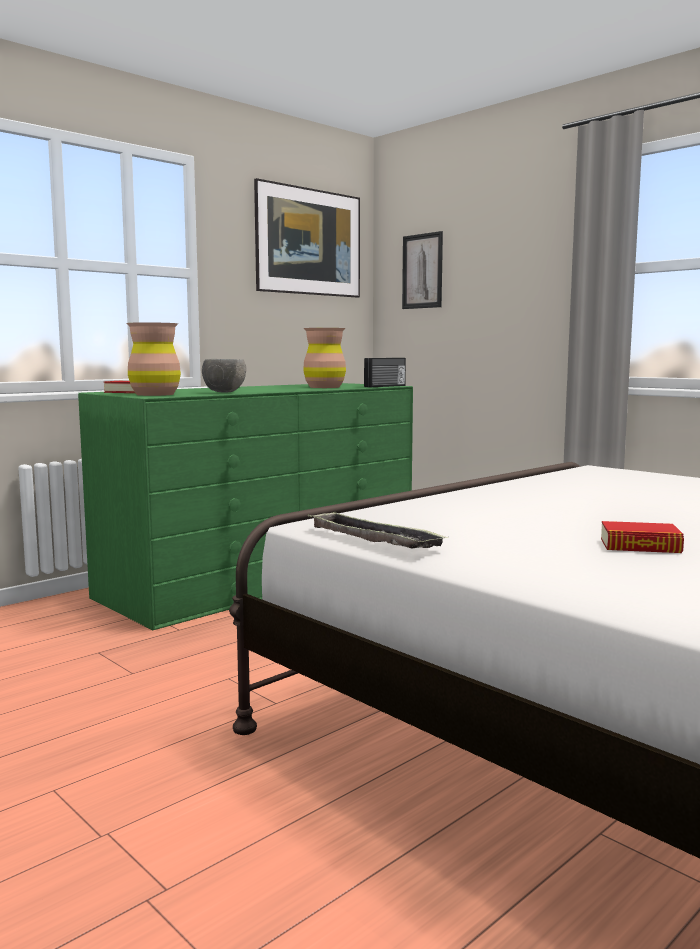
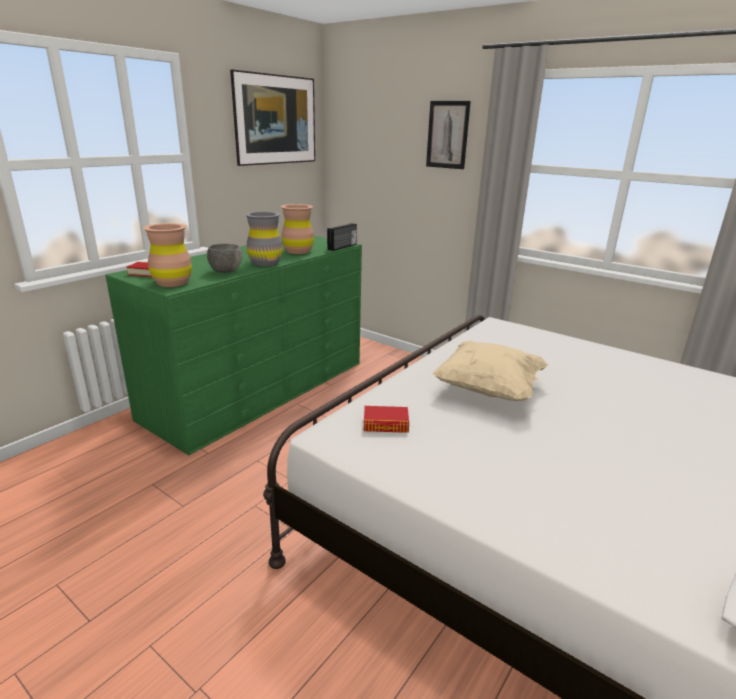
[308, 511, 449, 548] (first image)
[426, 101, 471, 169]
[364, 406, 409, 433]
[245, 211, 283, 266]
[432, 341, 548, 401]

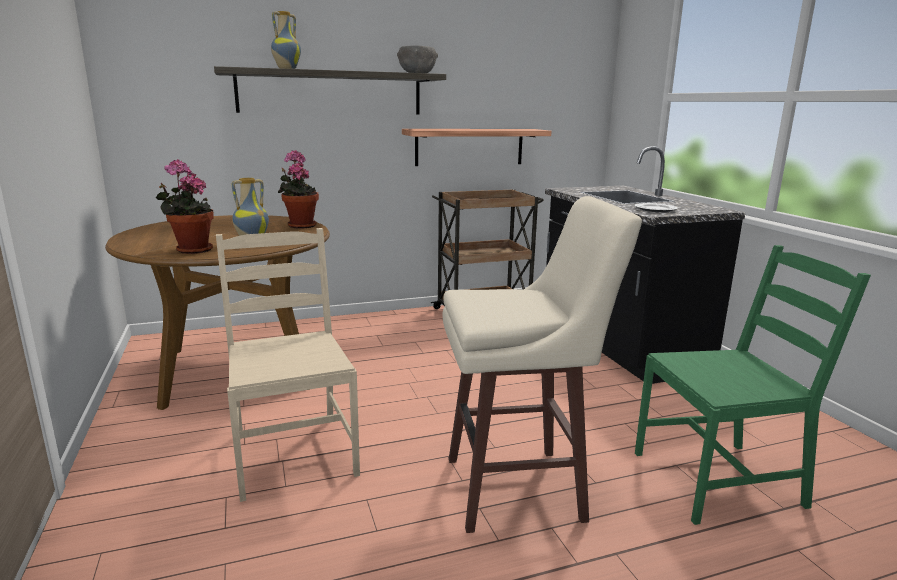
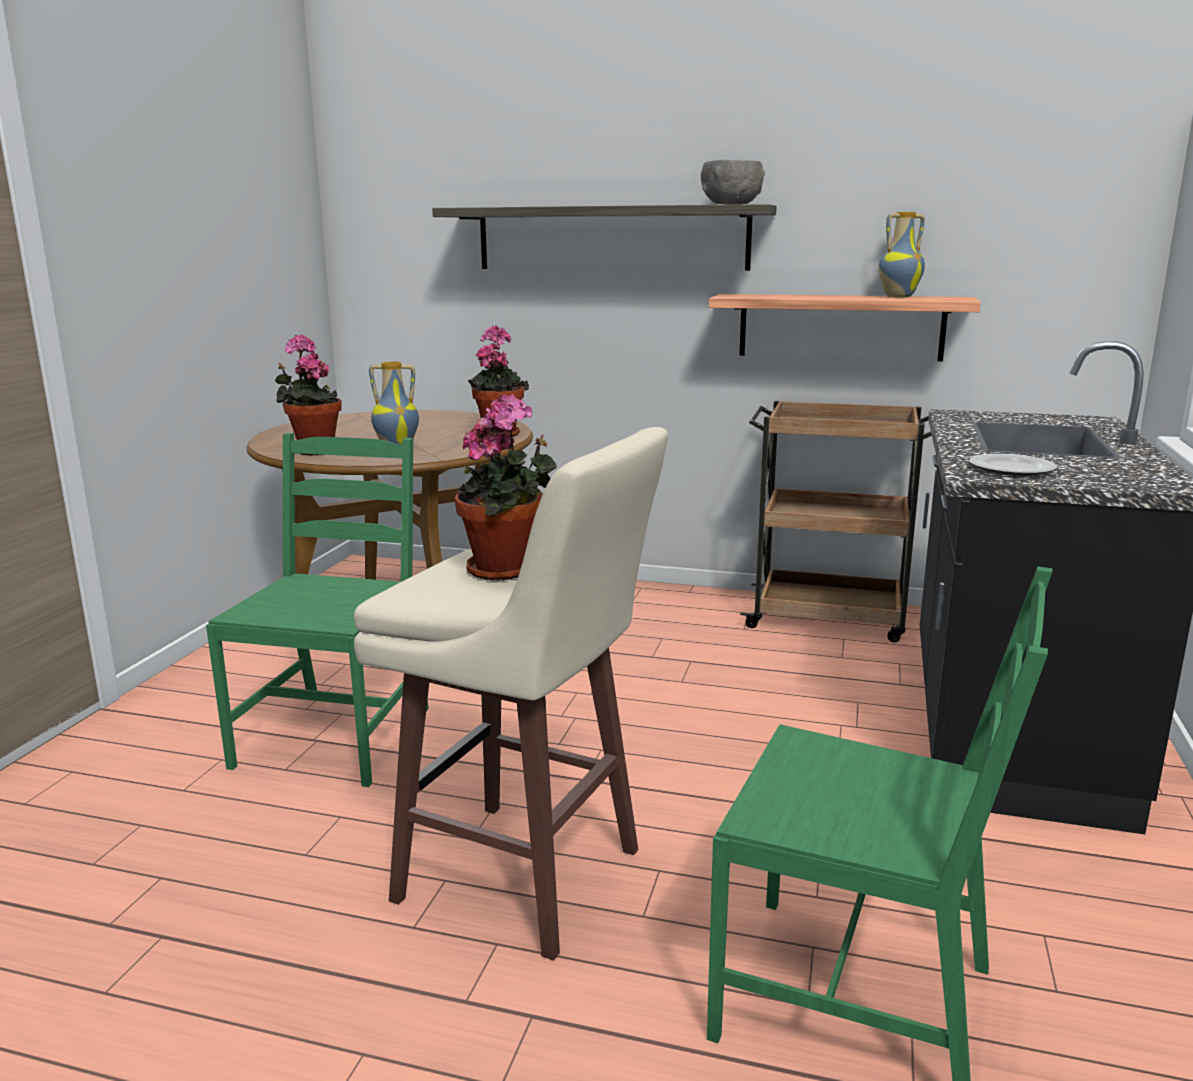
[206, 433, 429, 787]
[878, 212, 925, 297]
[455, 394, 557, 581]

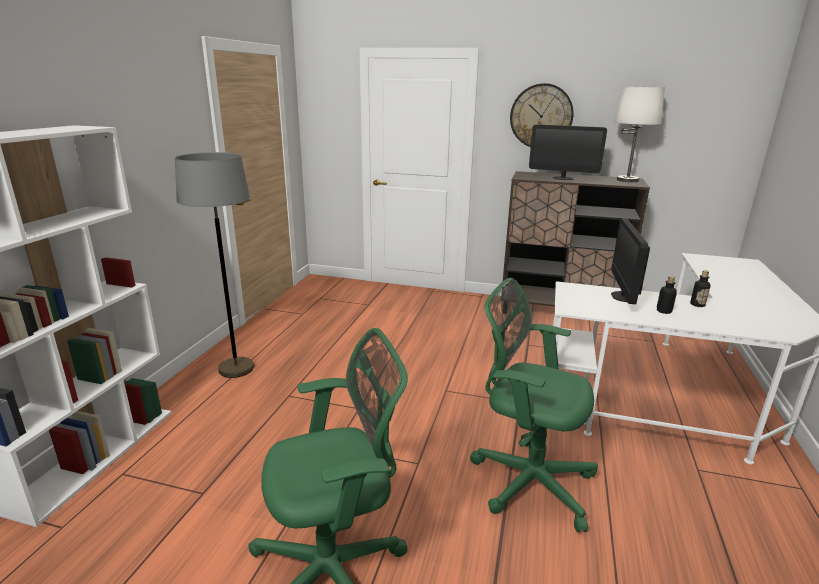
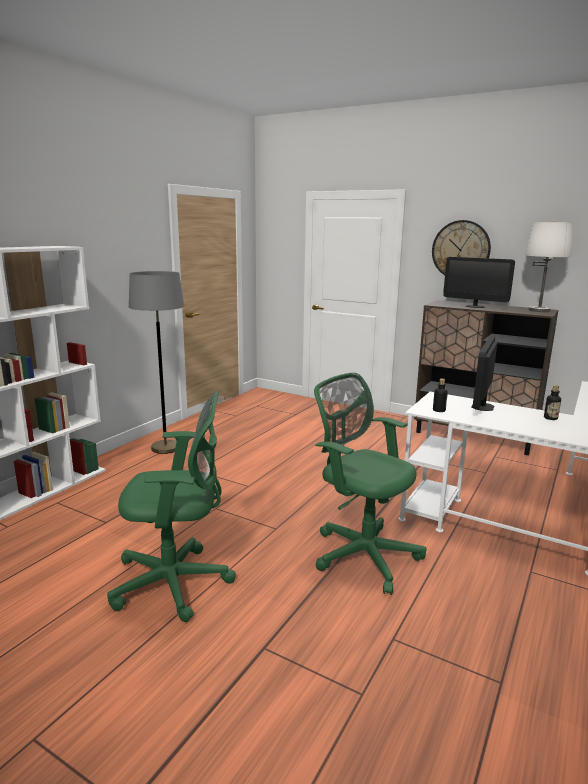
[433, 378, 448, 412]

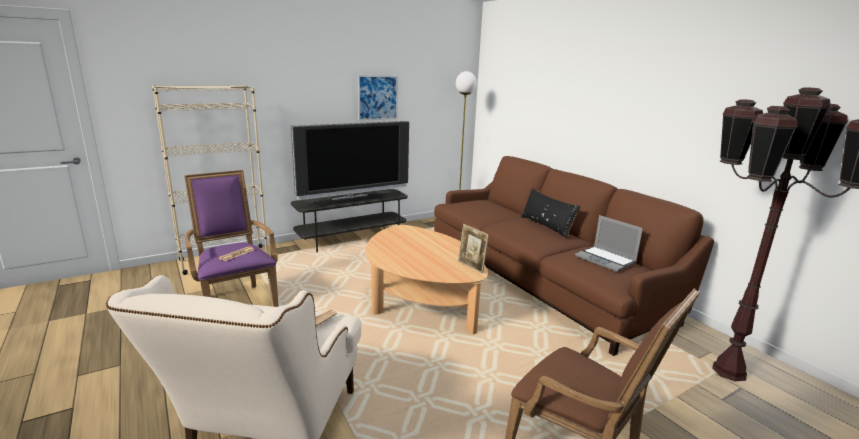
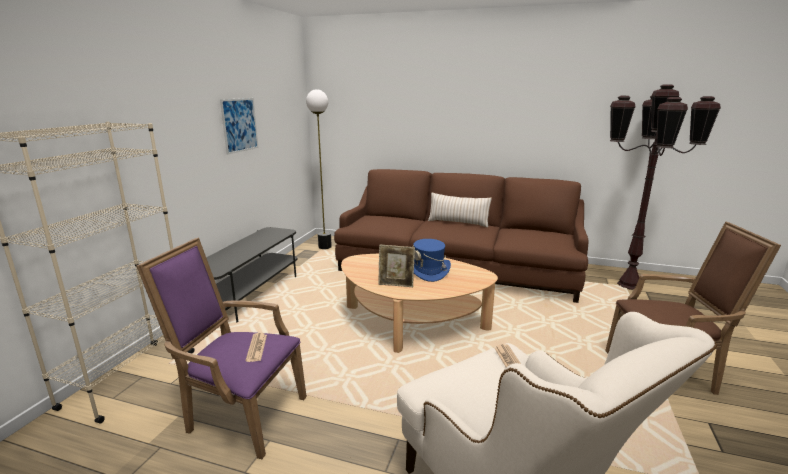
[291, 121, 409, 208] (first image)
[378, 244, 415, 287]
[428, 192, 492, 228]
[575, 215, 643, 272] (first image)
[413, 239, 451, 282]

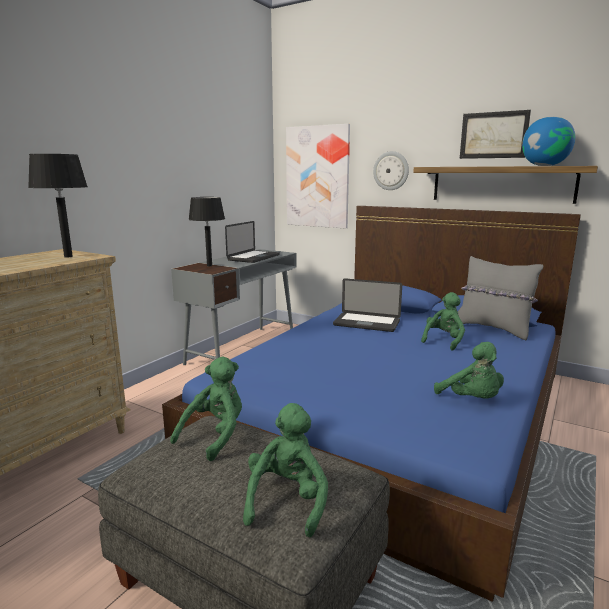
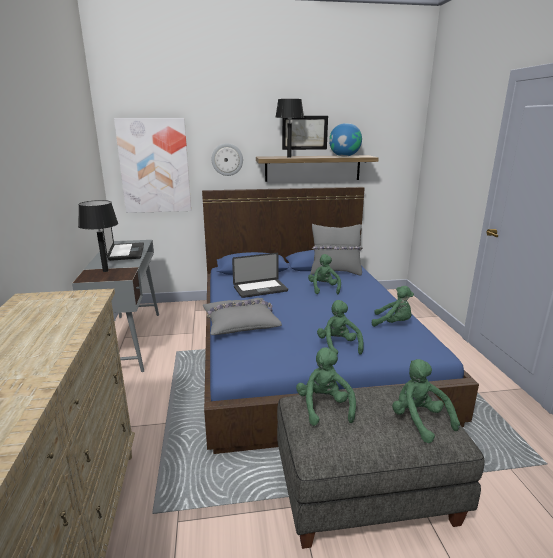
[275, 99, 304, 158]
[203, 298, 282, 335]
[317, 300, 363, 355]

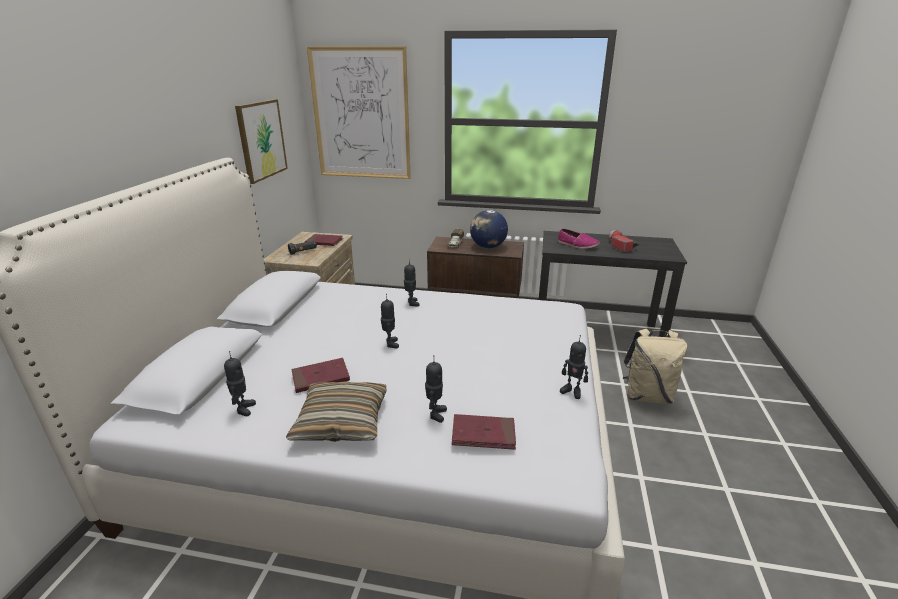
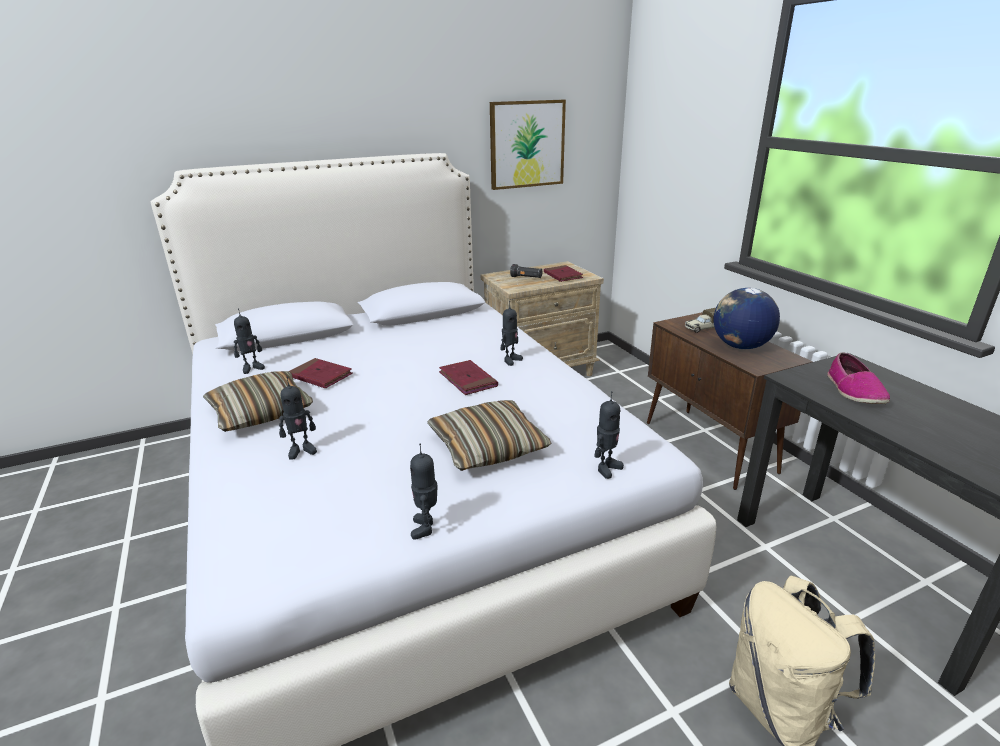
[307, 46, 411, 179] (first image)
[594, 391, 624, 479]
[439, 360, 498, 395]
[609, 230, 639, 252] (first image)
[427, 400, 551, 471]

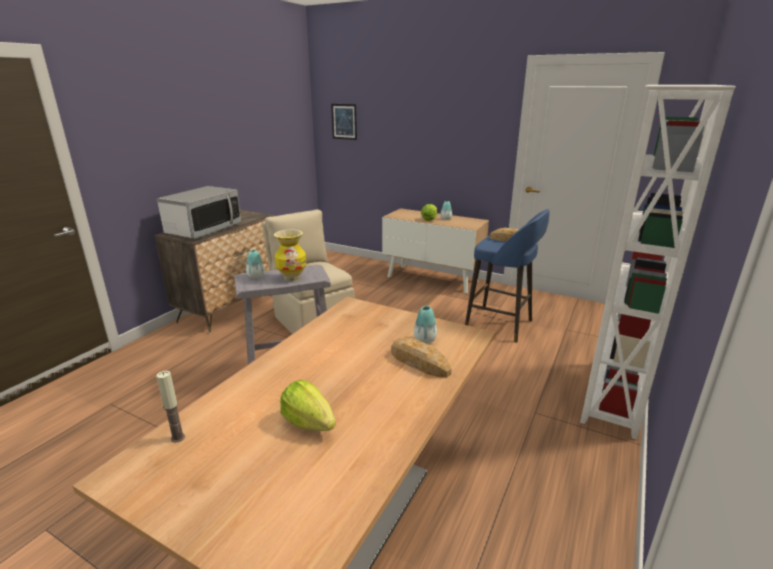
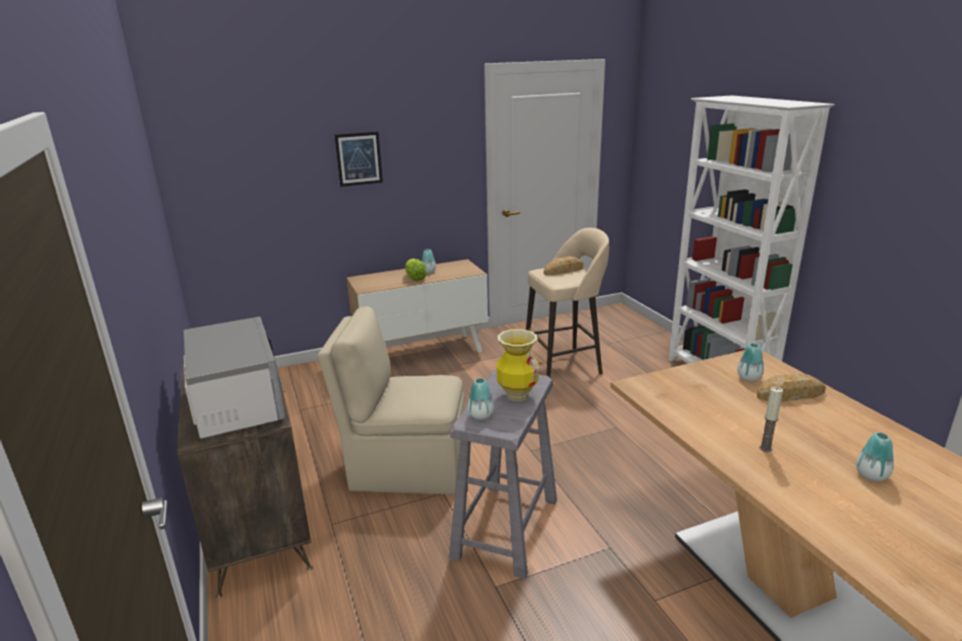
[759, 387, 783, 452]
[856, 432, 894, 482]
[335, 132, 383, 187]
[526, 228, 609, 377]

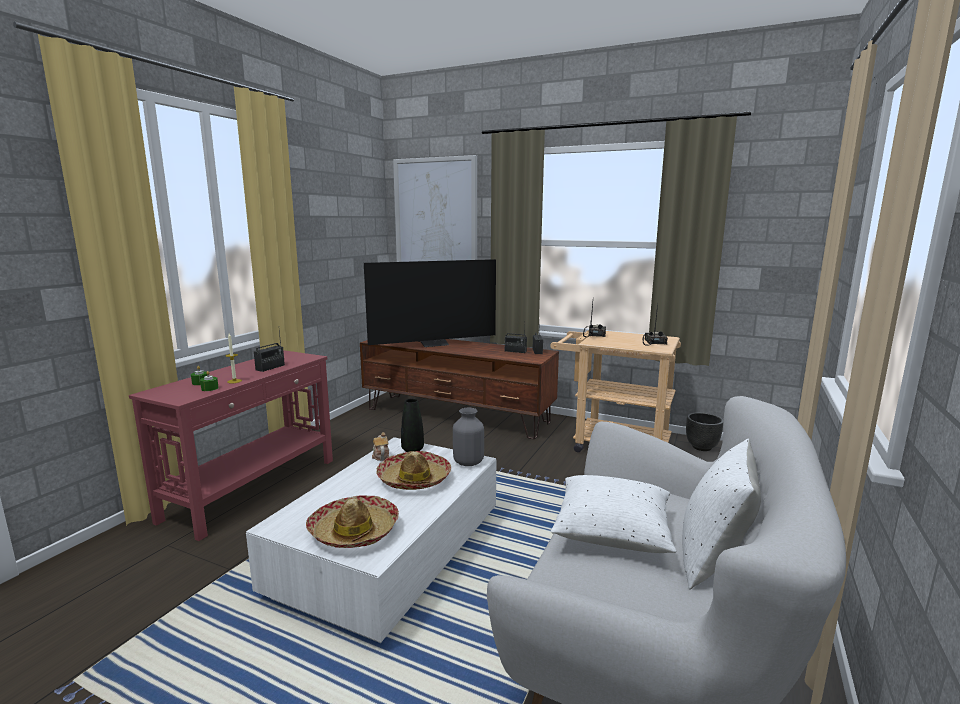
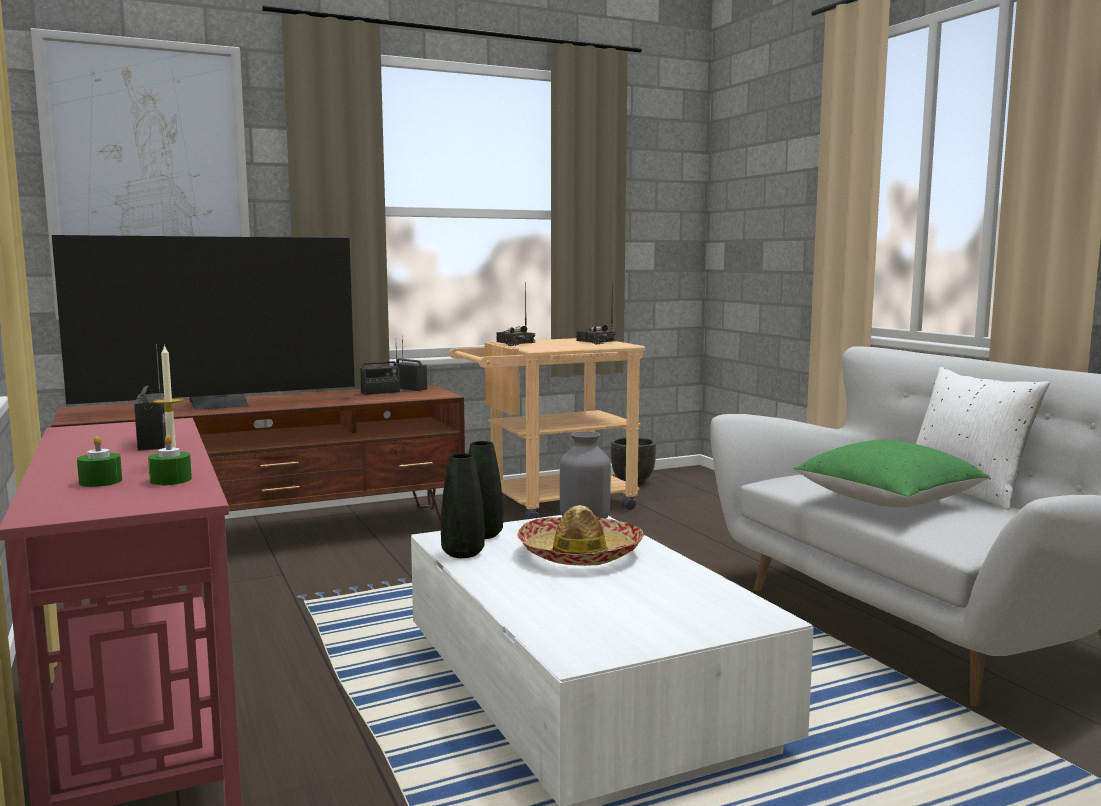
[306, 496, 399, 548] (first image)
[52, 235, 355, 410]
[441, 453, 485, 558]
[794, 440, 990, 508]

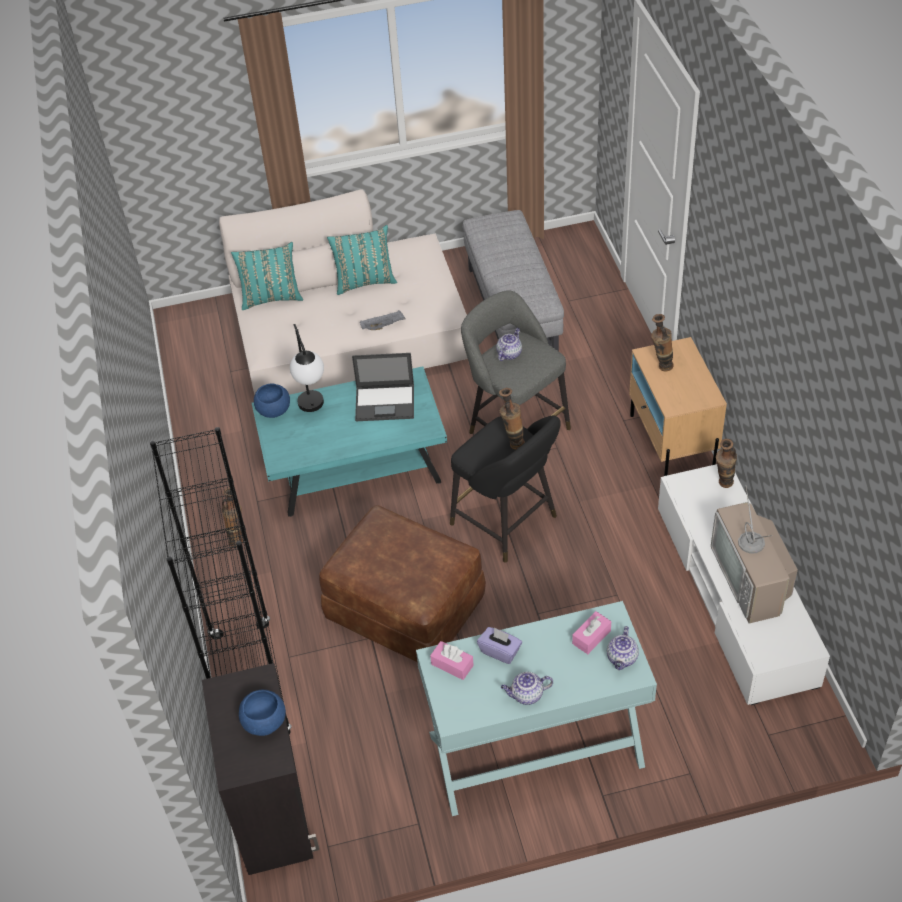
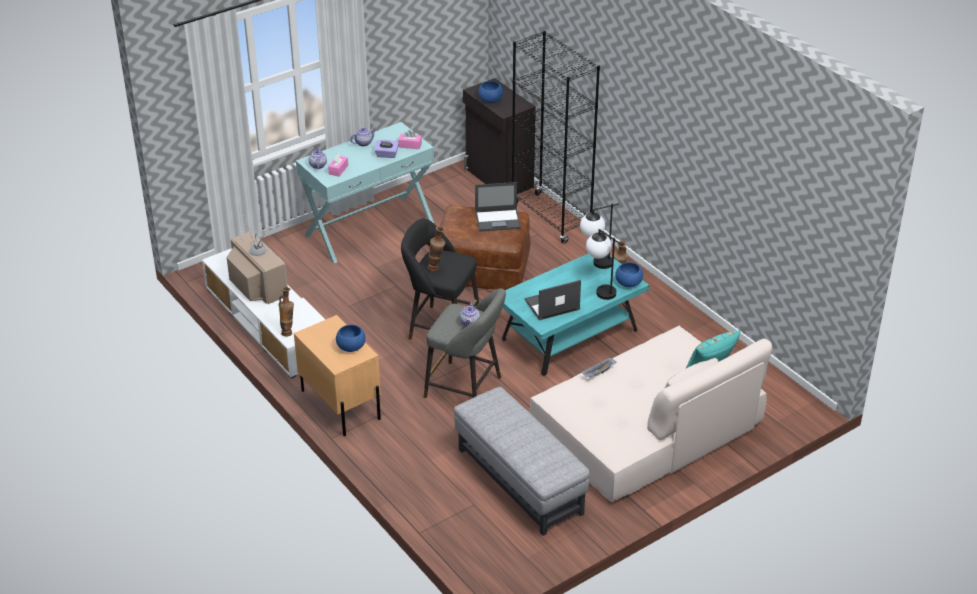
[327, 225, 397, 295] (first image)
[336, 325, 366, 352]
[475, 182, 521, 232]
[580, 203, 619, 269]

